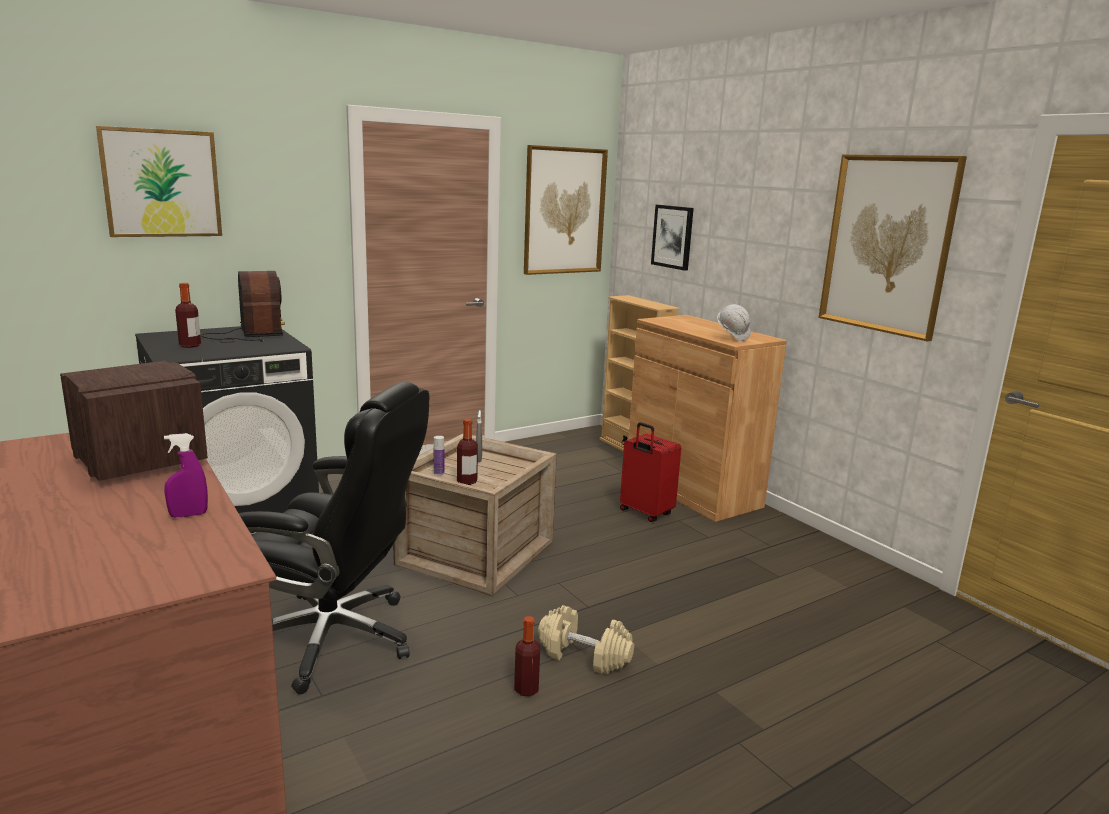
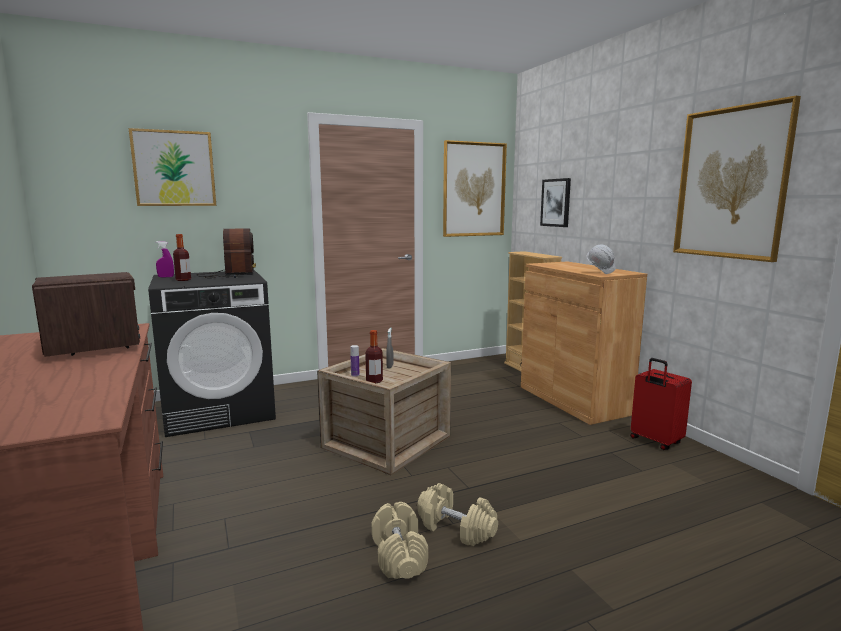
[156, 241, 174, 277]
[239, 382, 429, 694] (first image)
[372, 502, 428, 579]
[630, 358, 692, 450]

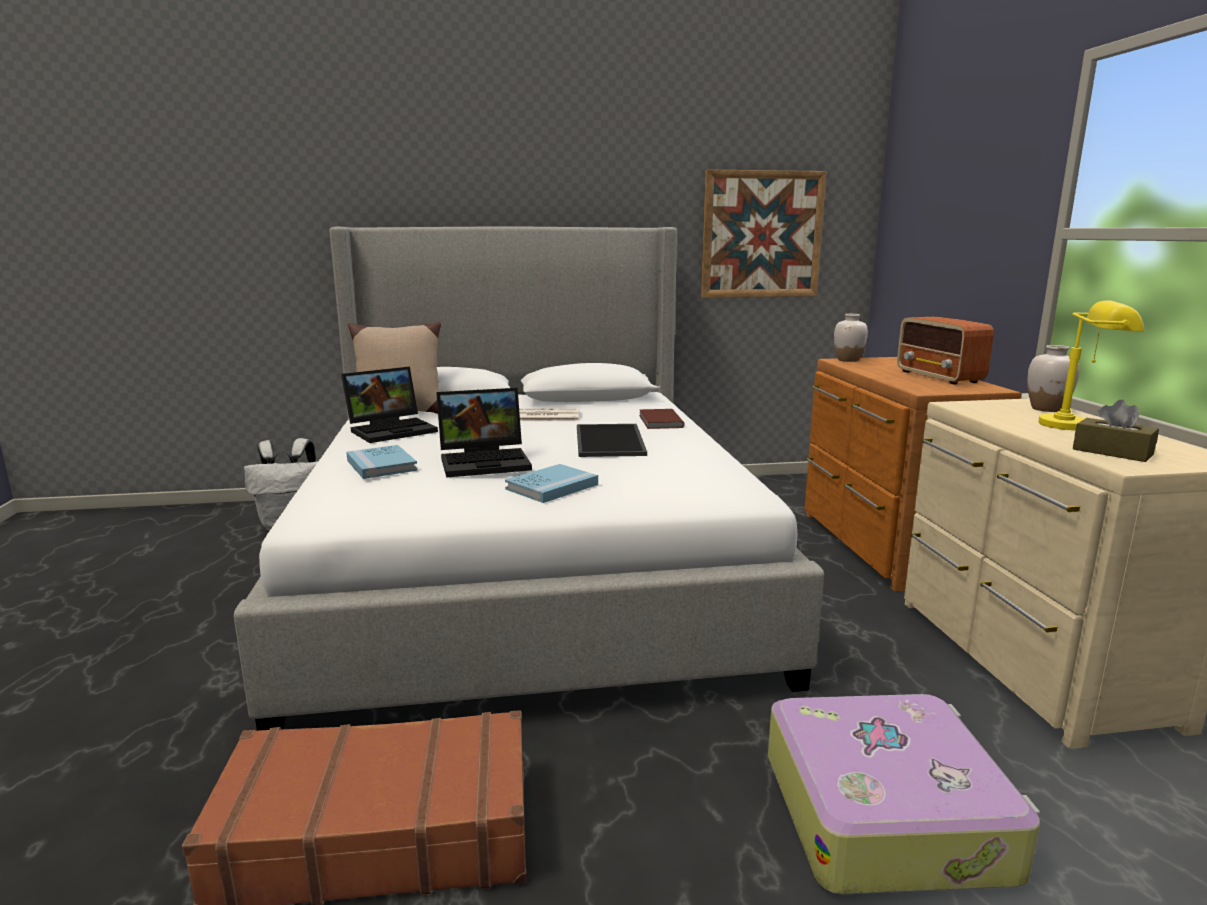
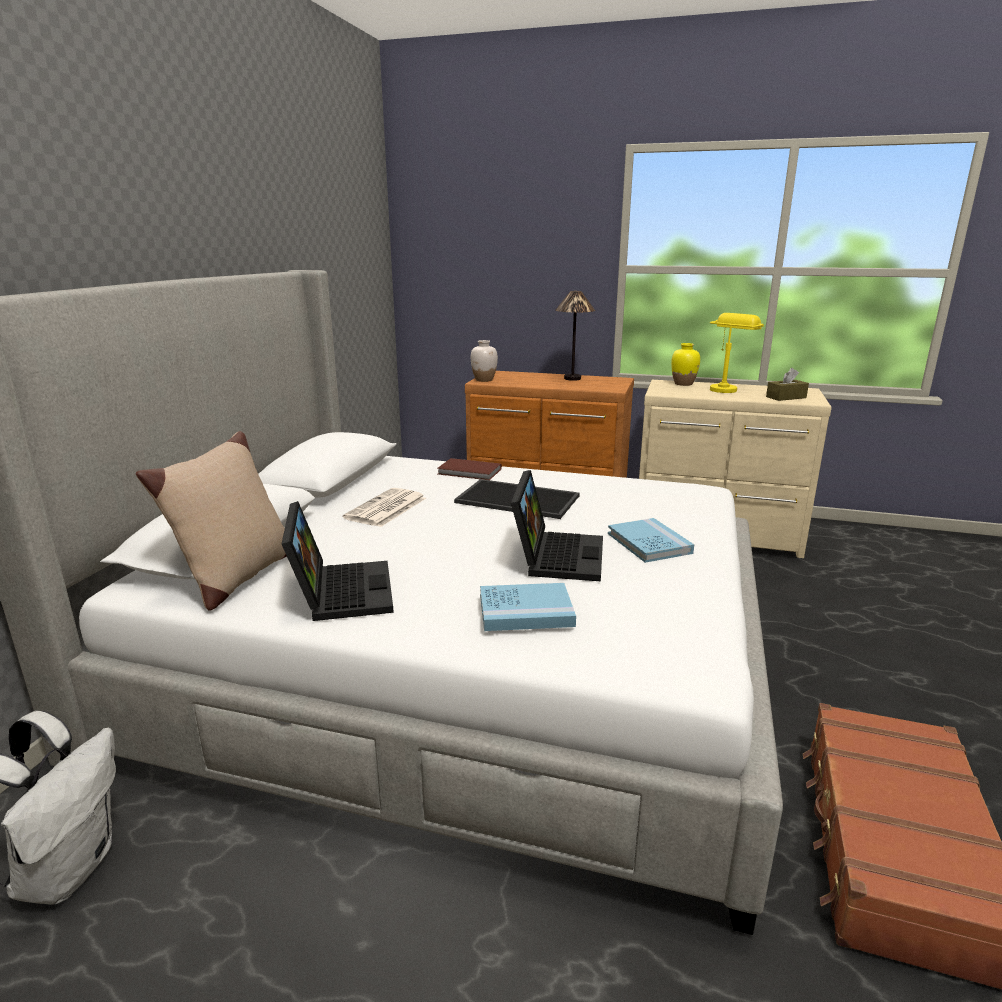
[701, 169, 827, 298] (first image)
[768, 694, 1040, 894] (first image)
[555, 291, 595, 381]
[671, 343, 700, 386]

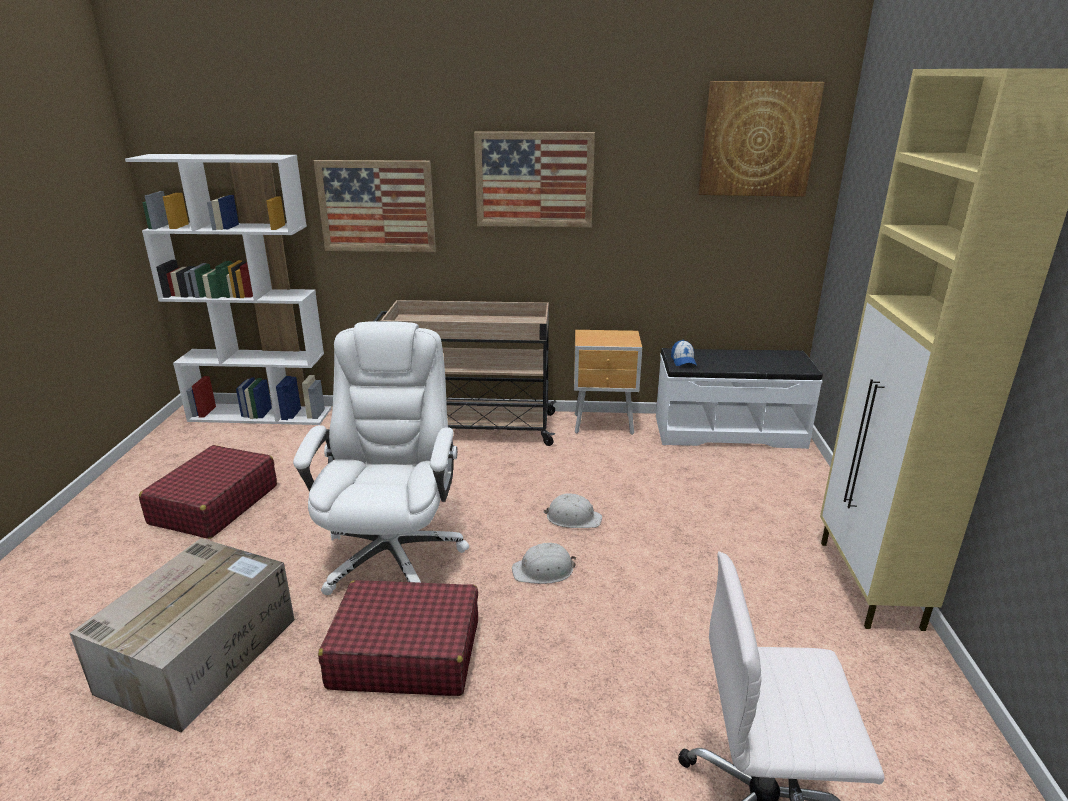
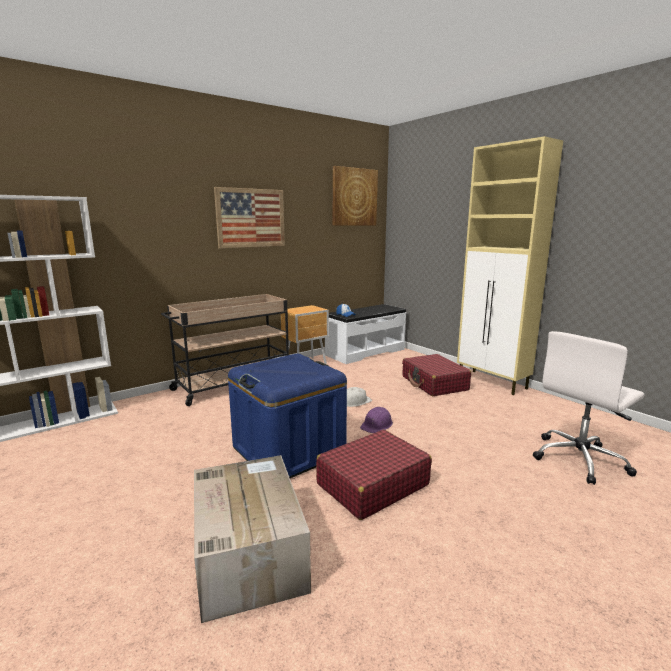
[402, 354, 471, 396]
[228, 354, 347, 478]
[313, 160, 436, 252] (first image)
[360, 407, 393, 433]

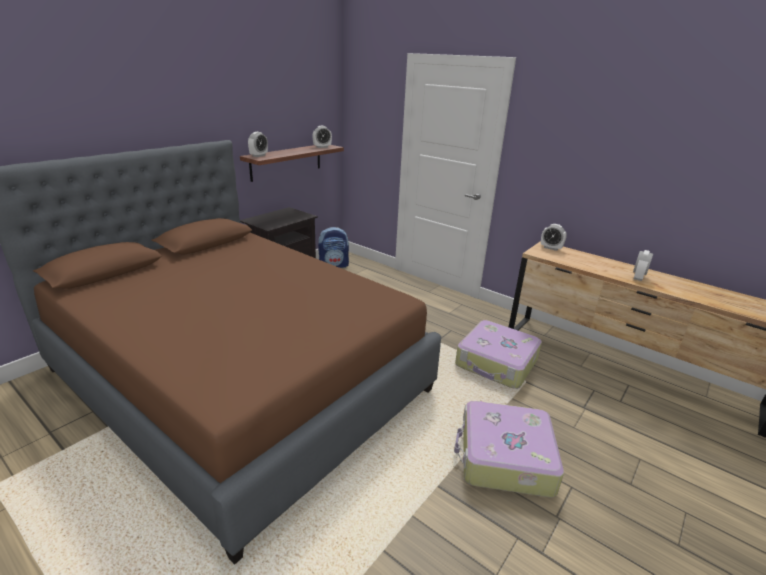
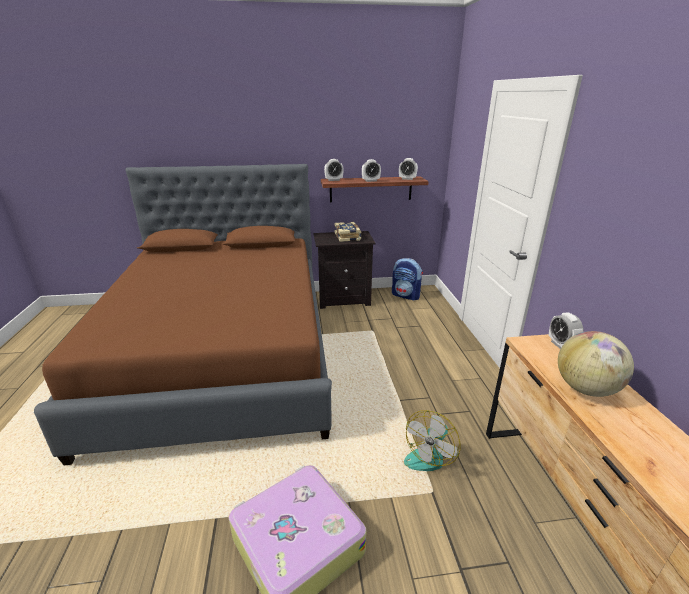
[404, 410, 460, 471]
[362, 159, 381, 182]
[335, 222, 362, 242]
[558, 331, 634, 397]

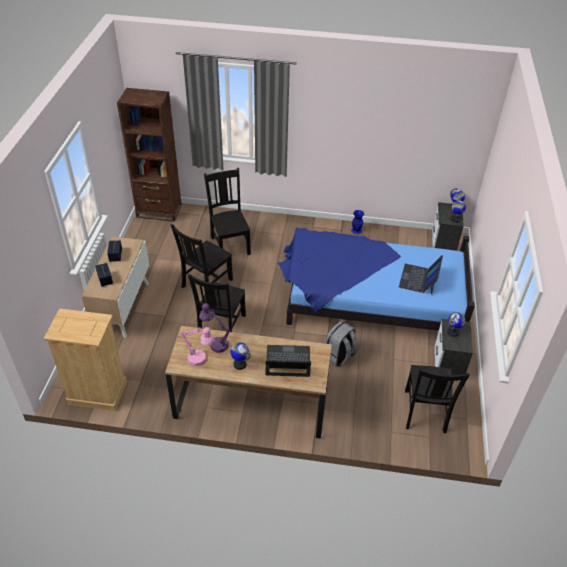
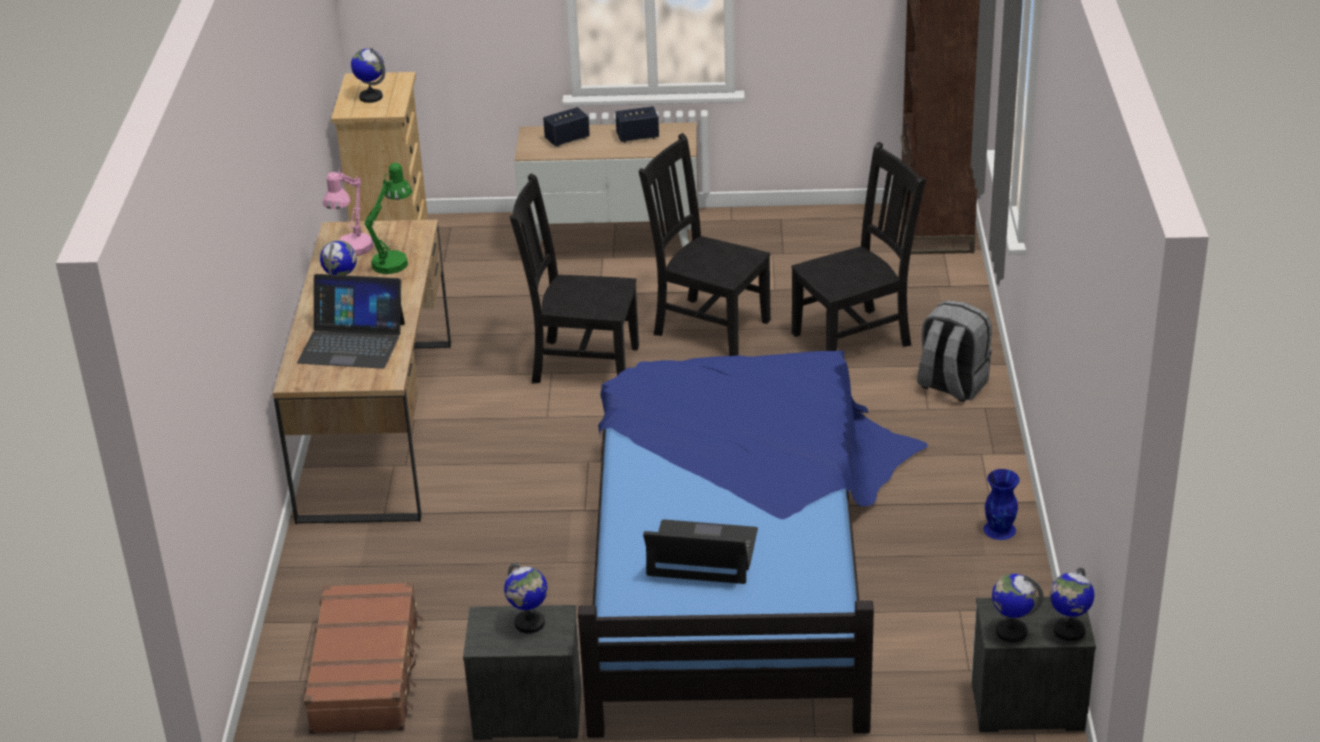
[364, 163, 412, 274]
[297, 274, 405, 369]
[917, 300, 992, 402]
[304, 582, 423, 734]
[351, 48, 385, 103]

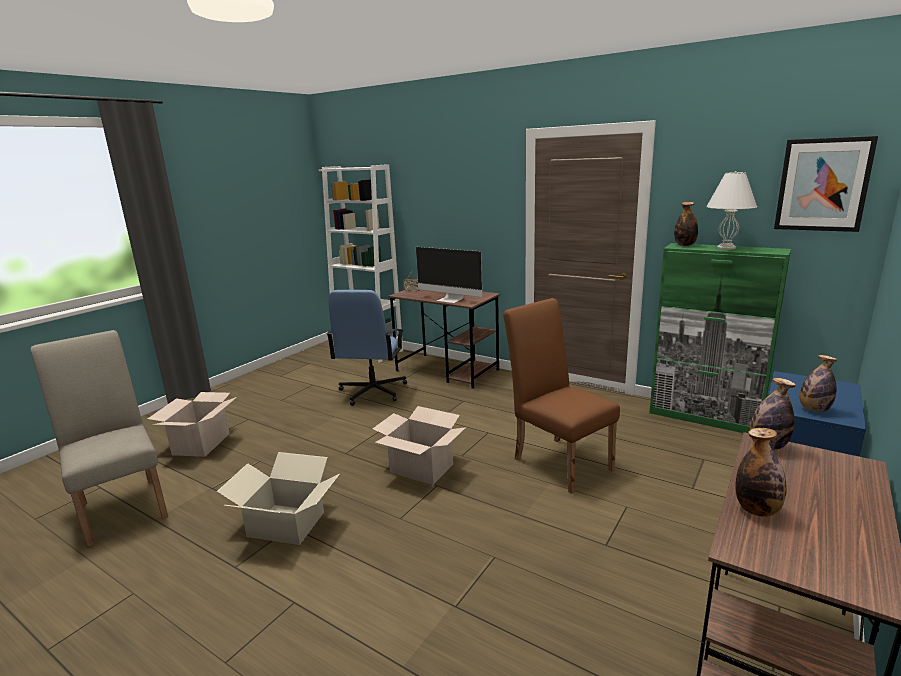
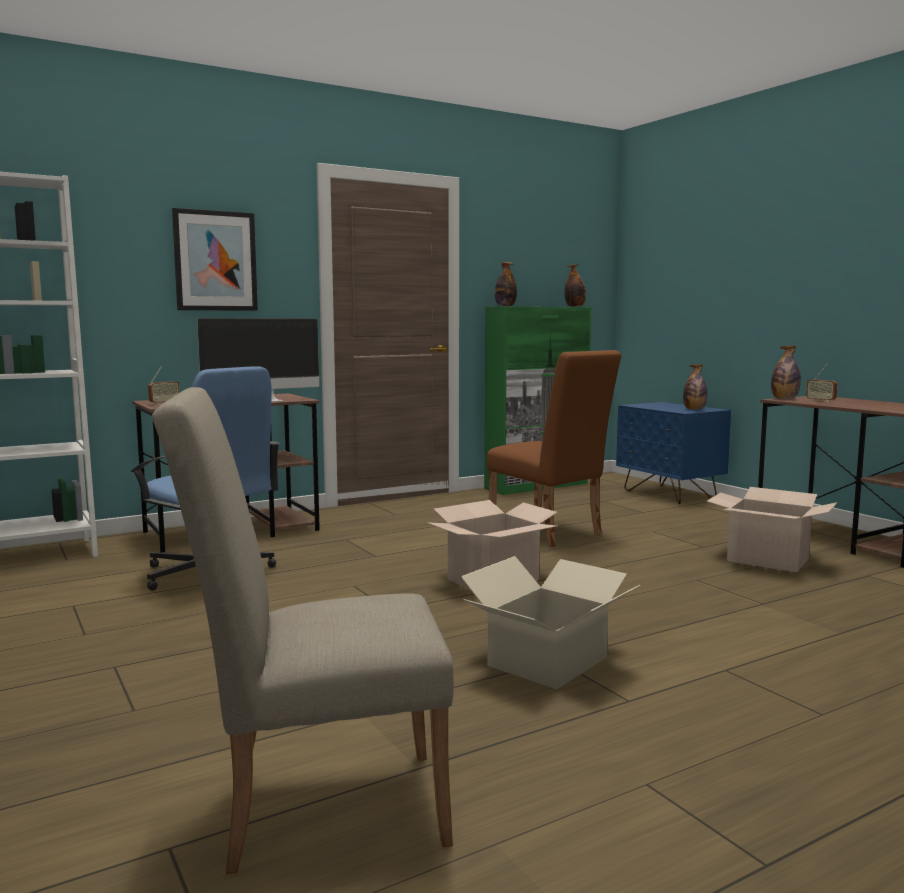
[706, 487, 837, 572]
[487, 350, 621, 547]
[706, 171, 758, 250] (first image)
[564, 264, 586, 307]
[172, 208, 258, 311]
[806, 365, 838, 402]

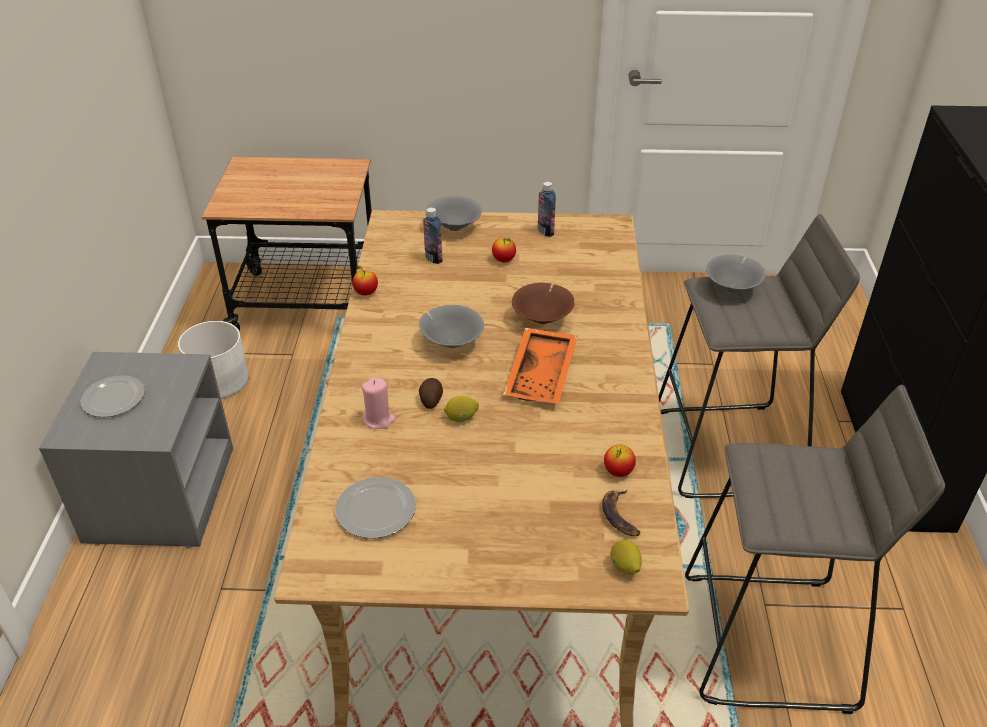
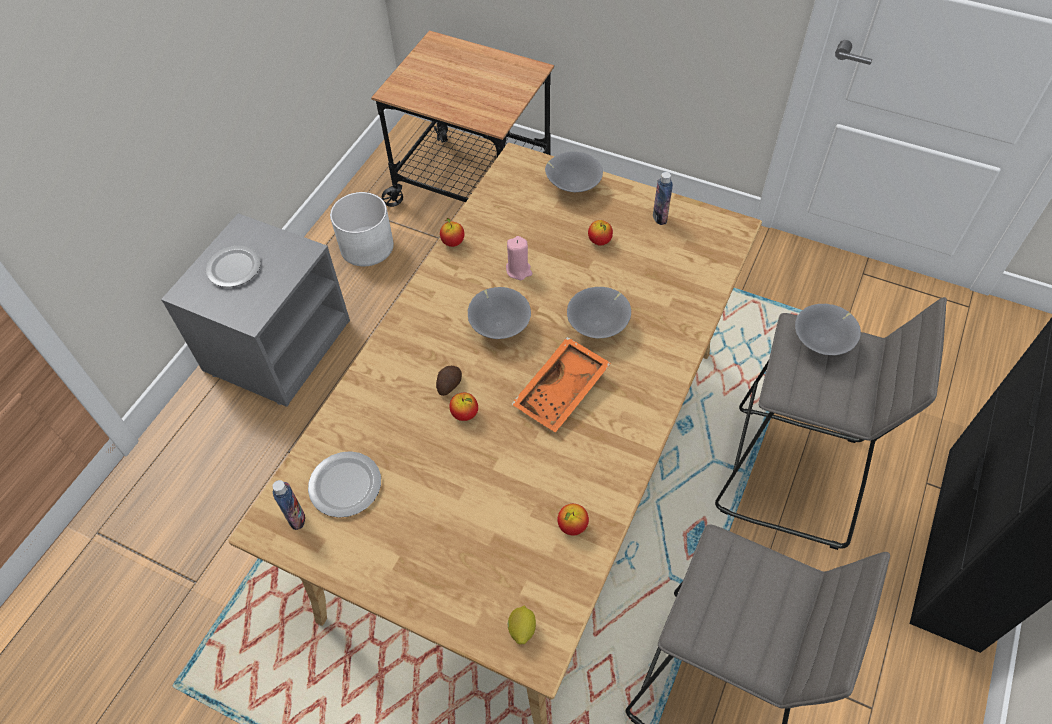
[506, 236, 532, 280]
[272, 480, 305, 530]
[449, 393, 478, 421]
[567, 287, 631, 339]
[602, 490, 640, 536] (first image)

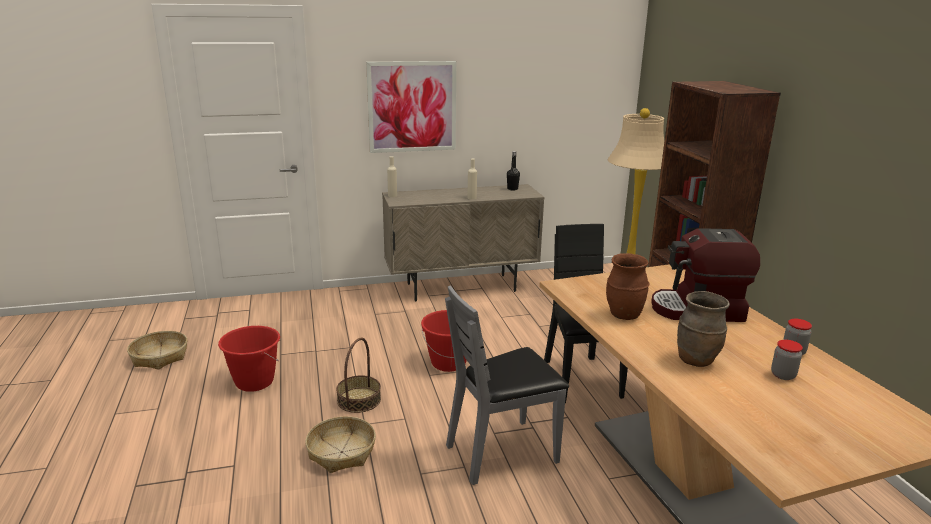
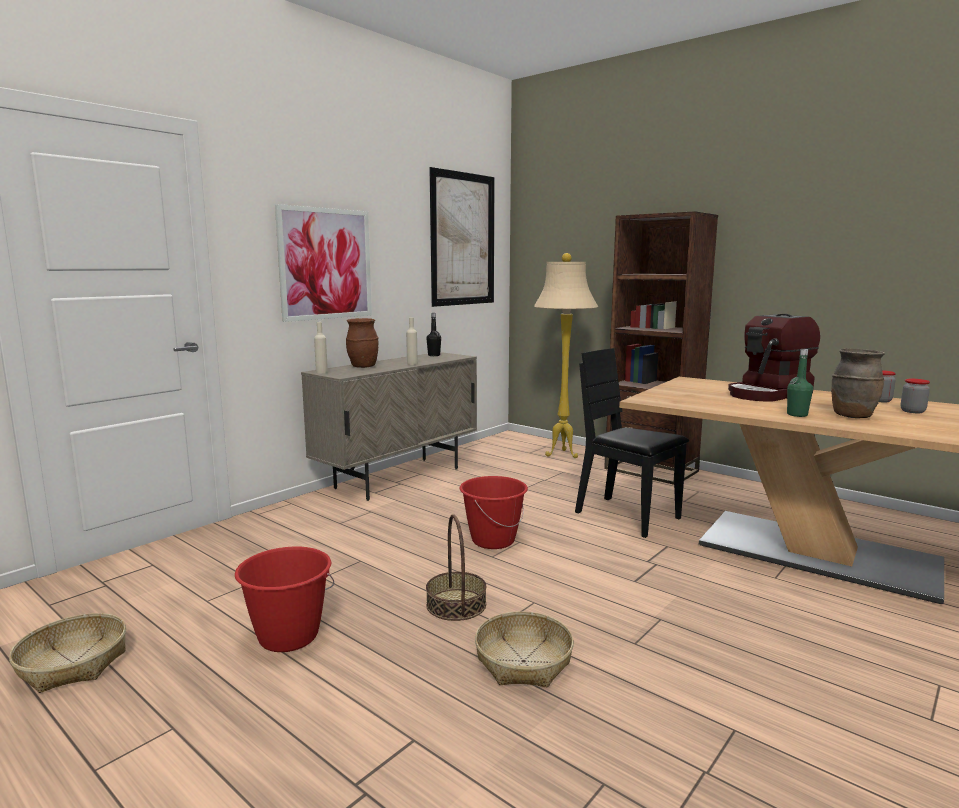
[445, 285, 569, 485] (first image)
[346, 318, 379, 368]
[429, 167, 494, 307]
[787, 349, 813, 417]

